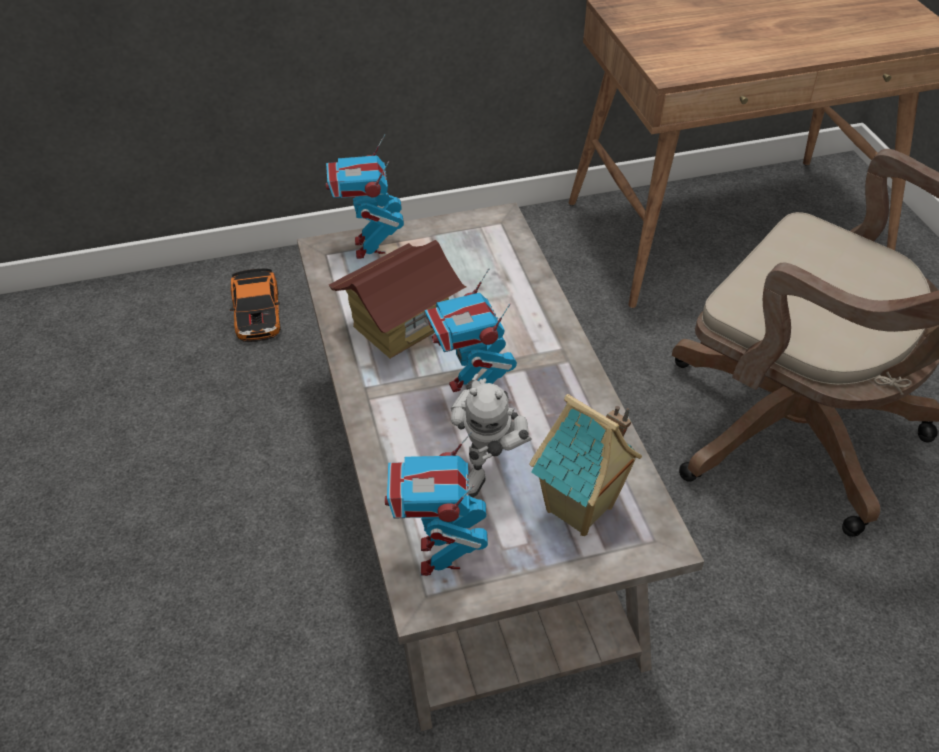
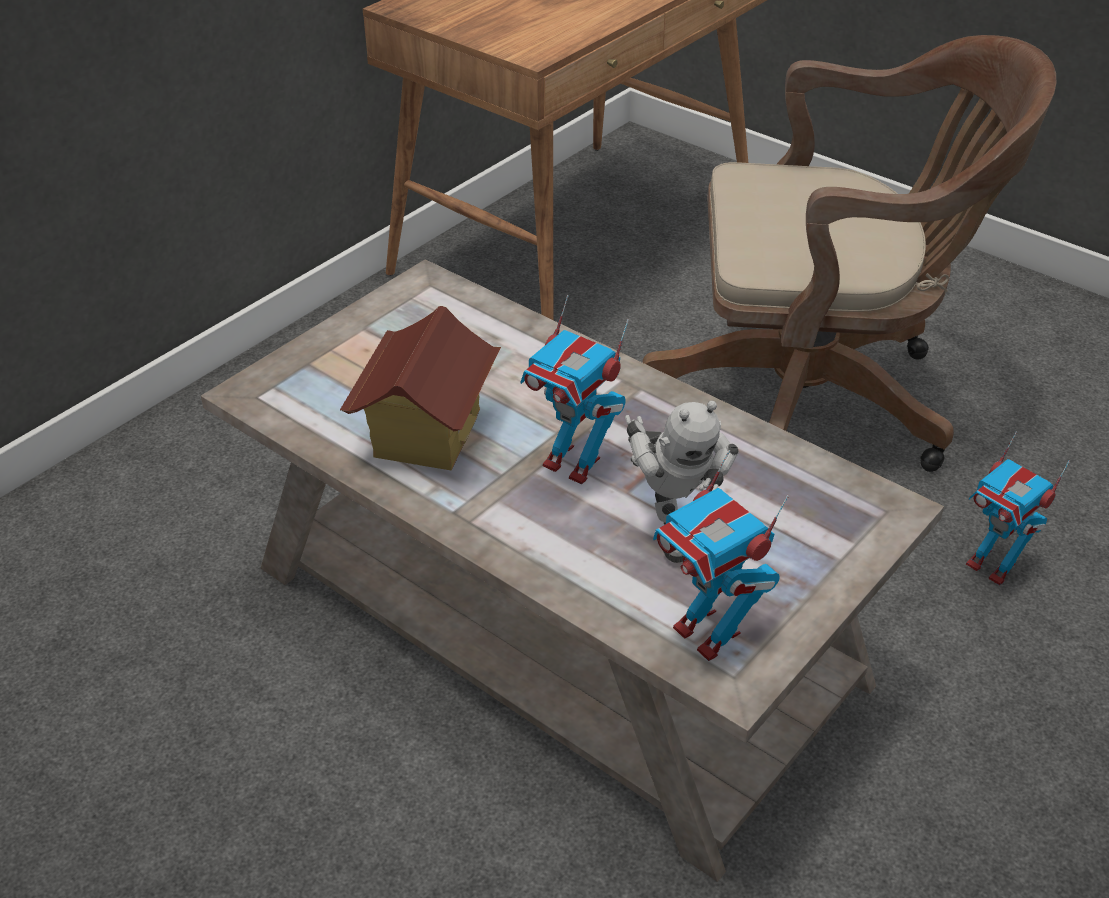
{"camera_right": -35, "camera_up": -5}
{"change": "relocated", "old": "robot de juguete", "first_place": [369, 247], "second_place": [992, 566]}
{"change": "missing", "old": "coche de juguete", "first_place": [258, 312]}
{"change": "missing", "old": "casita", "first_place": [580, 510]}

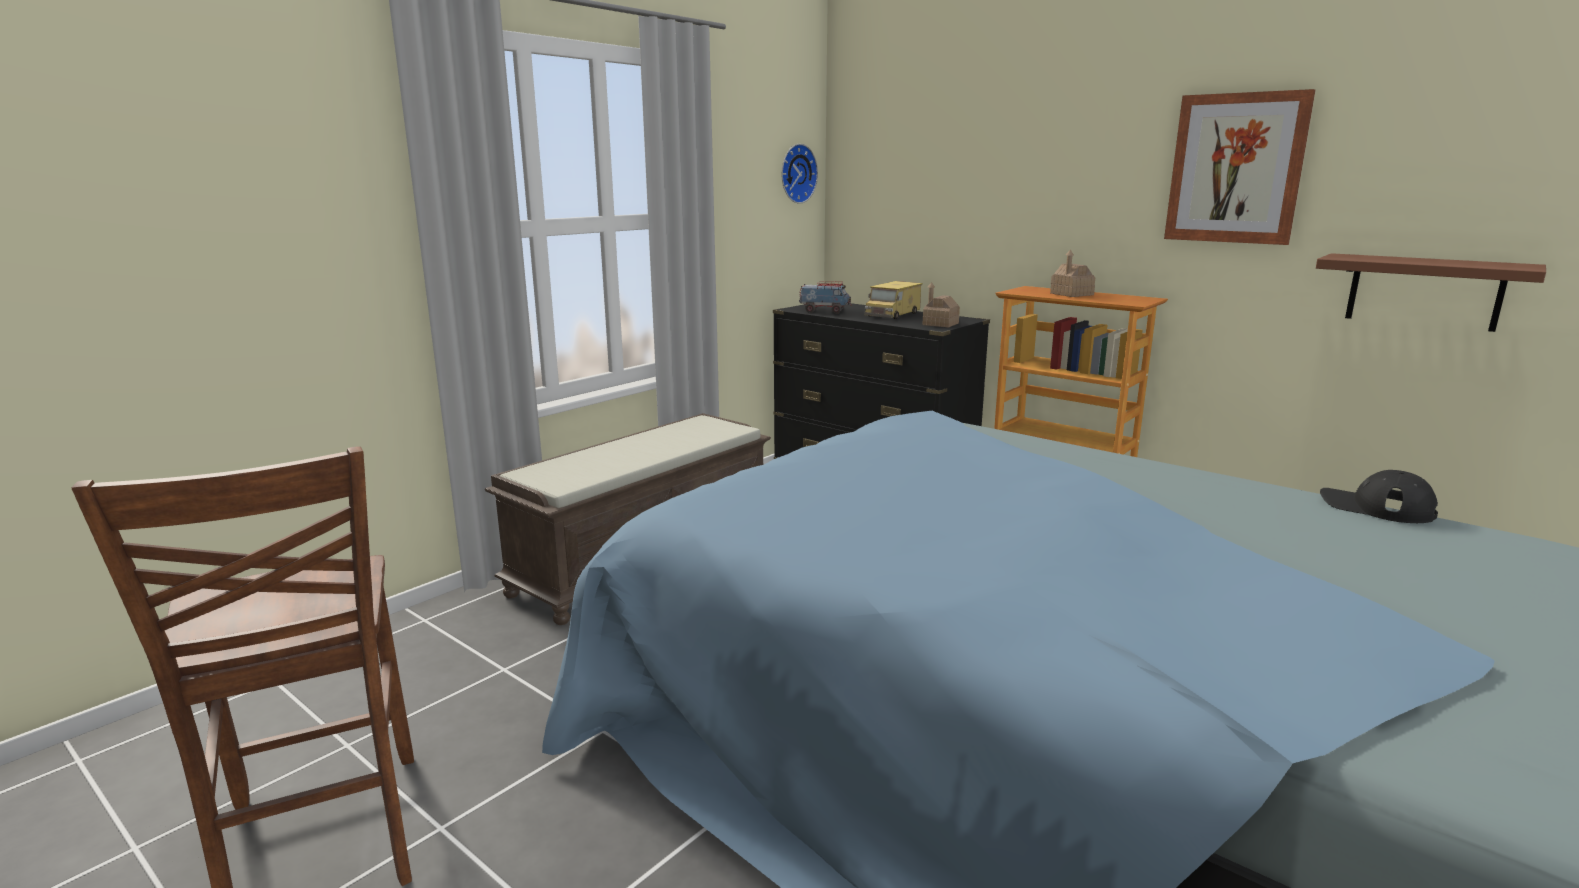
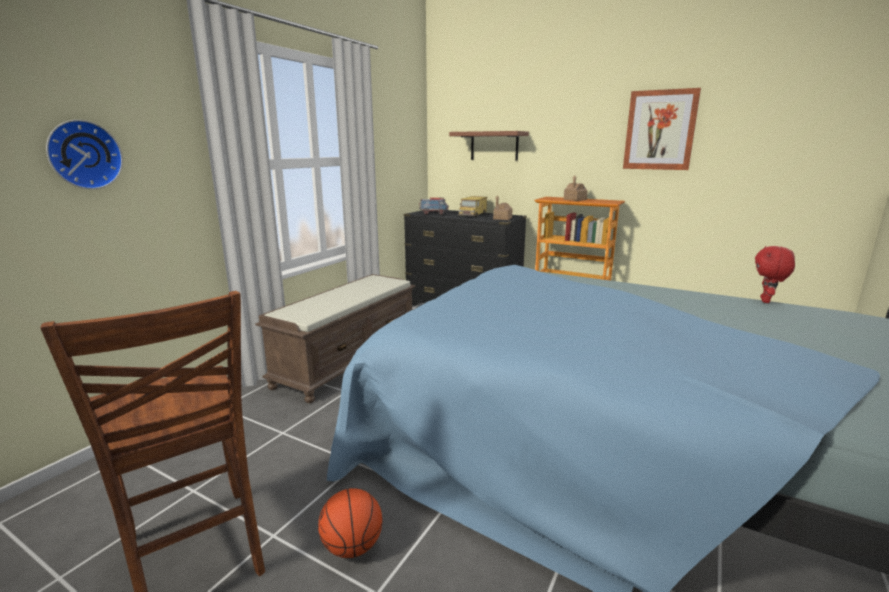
{"camera_right": -10, "camera_up": 0}
{"change": "relocated", "old": "reloj de pared", "first_place": [796, 173], "second_place": [83, 155]}
{"change": "relocated", "old": "estante [marrón]", "first_place": [1424, 291], "second_place": [494, 146]}
{"change": "exchanged", "old": "gorra [negro]", "new": "peluche [rojo]", "first_place": [1375, 507], "second_place": [766, 301]}
{"change": "appeared", "new": "balón de baloncesto", "second_place": [353, 546]}

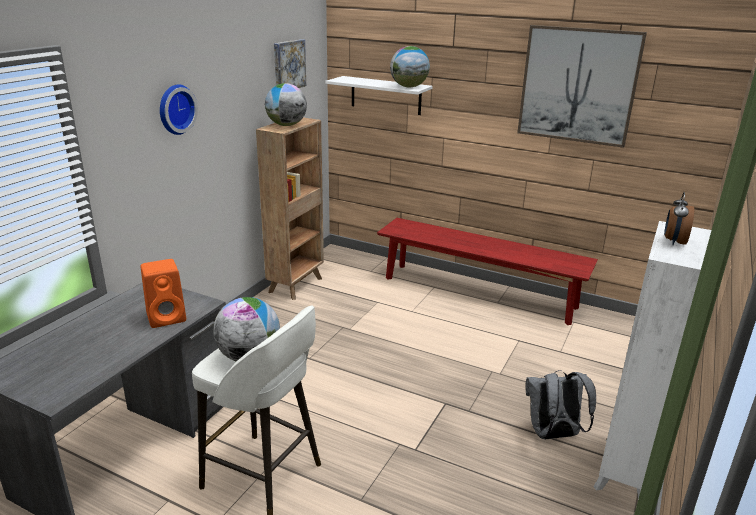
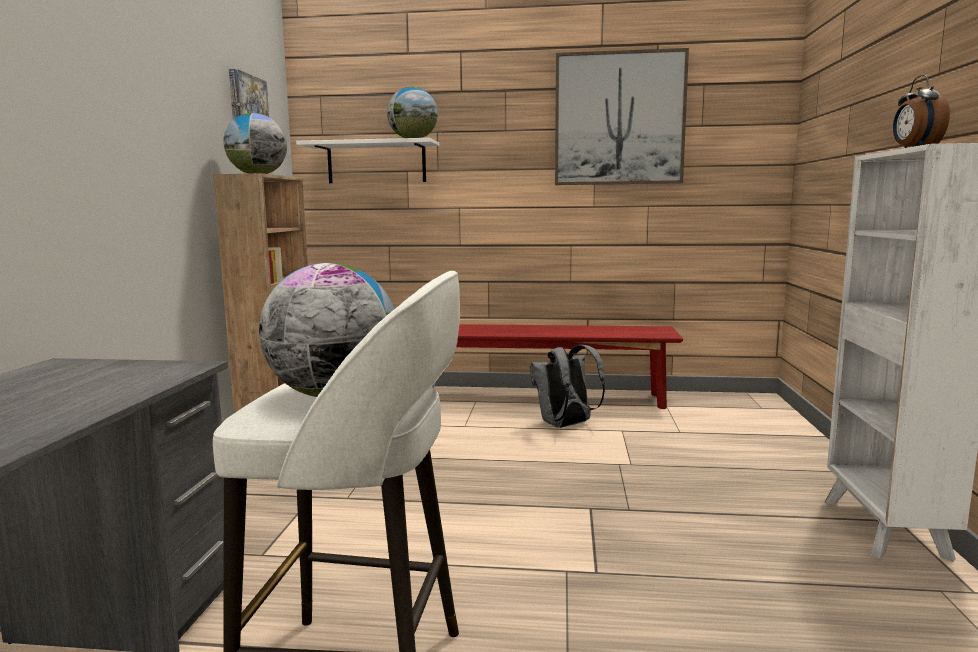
{"camera_right": -20, "camera_up": -15}
{"change": "missing", "old": "reloj de pared", "first_place": [175, 109]}
{"change": "missing", "old": "altavoz [naranja]", "first_place": [168, 317]}
{"change": "relocated", "old": "mochila [gris]", "first_place": [553, 435], "second_place": [565, 425]}

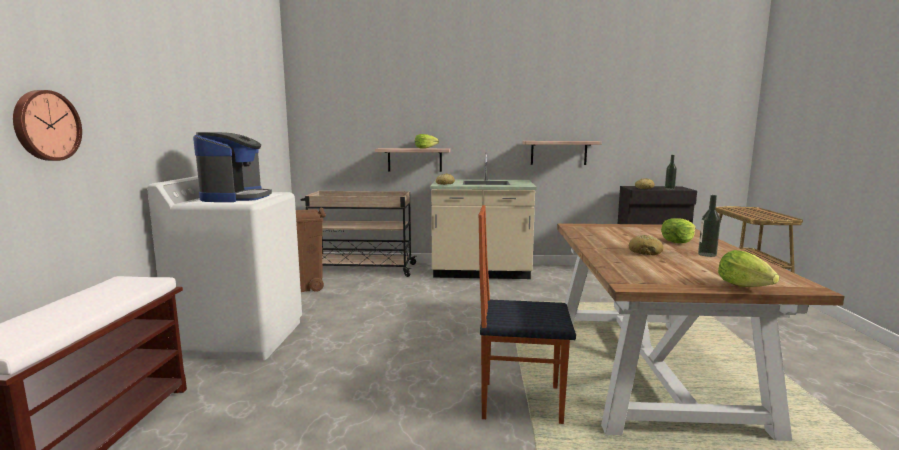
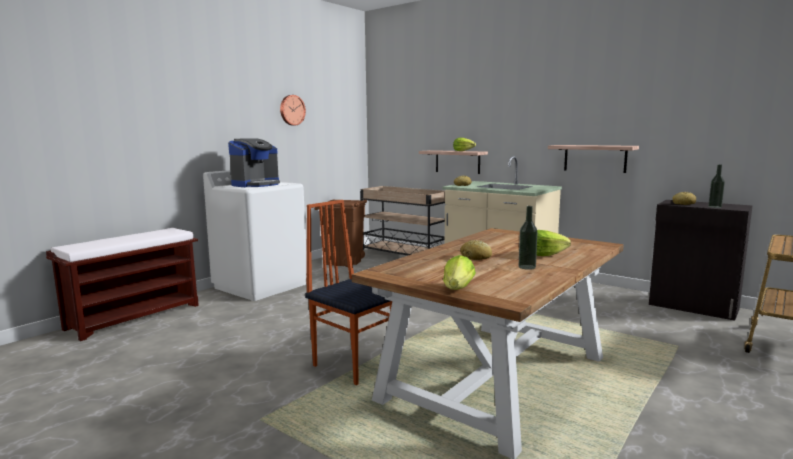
{"camera_right": 35, "camera_up": 0}
{"change": "relocated", "old": "reloj de pared", "first_place": [45, 125], "second_place": [291, 110]}

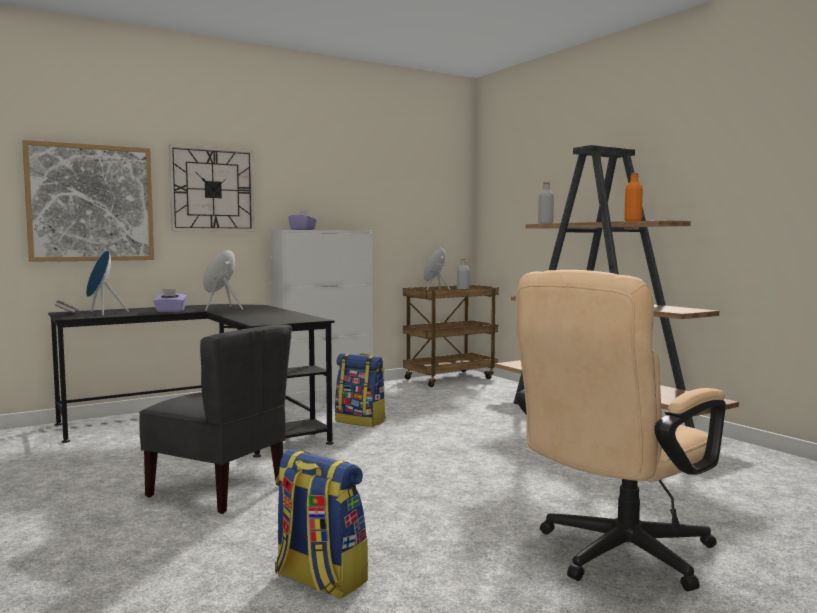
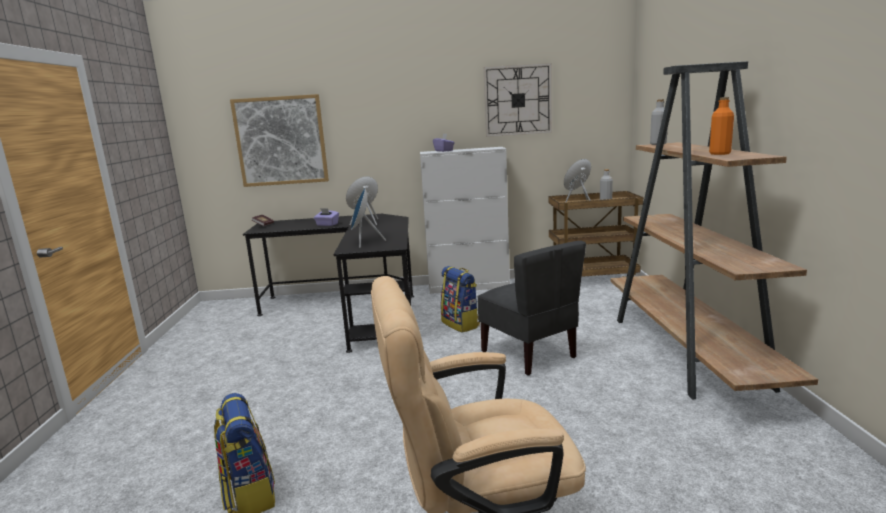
{"camera_right": 30, "camera_up": 10}
{"change": "relocated", "old": "reloj de pared", "first_place": [212, 189], "second_place": [518, 100]}
{"change": "relocated", "old": "altavoz [azul]", "first_place": [102, 313], "second_place": [364, 243]}
{"change": "relocated", "old": "silla [gris]", "first_place": [218, 490], "second_place": [529, 354]}

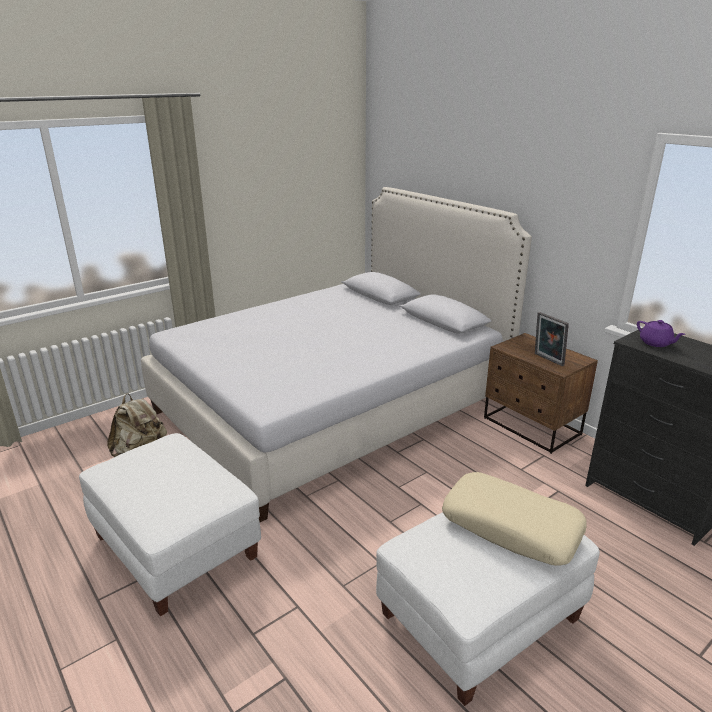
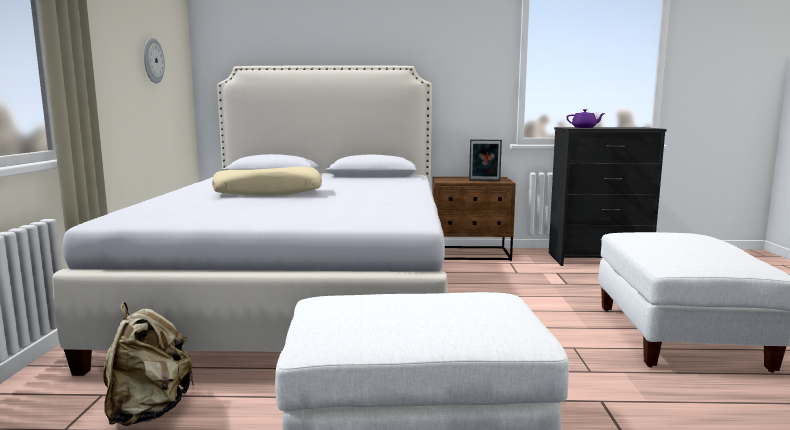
{"camera_right": -50, "camera_up": -15}
{"change": "relocated", "old": "cojín [beis]", "first_place": [511, 527], "second_place": [268, 192]}
{"change": "appeared", "new": "reloj de pared", "second_place": [152, 60]}

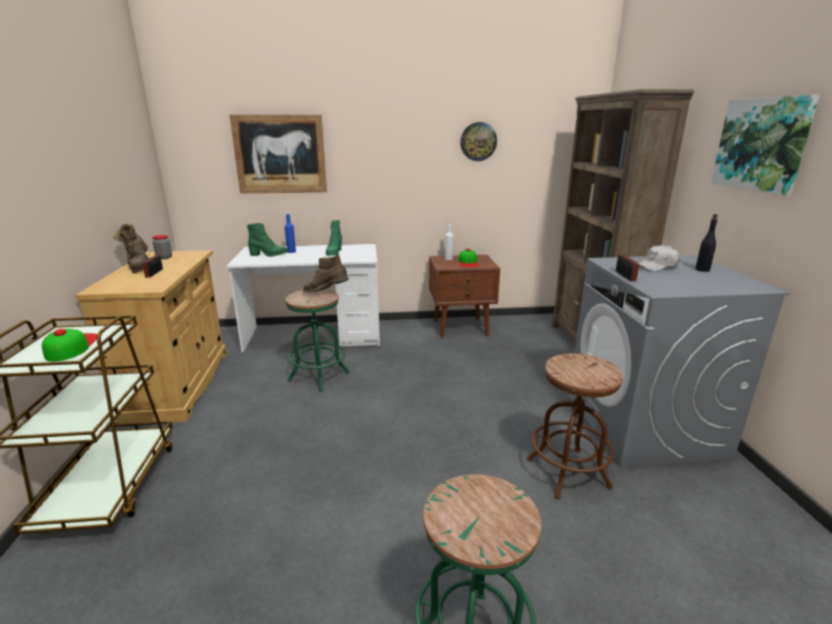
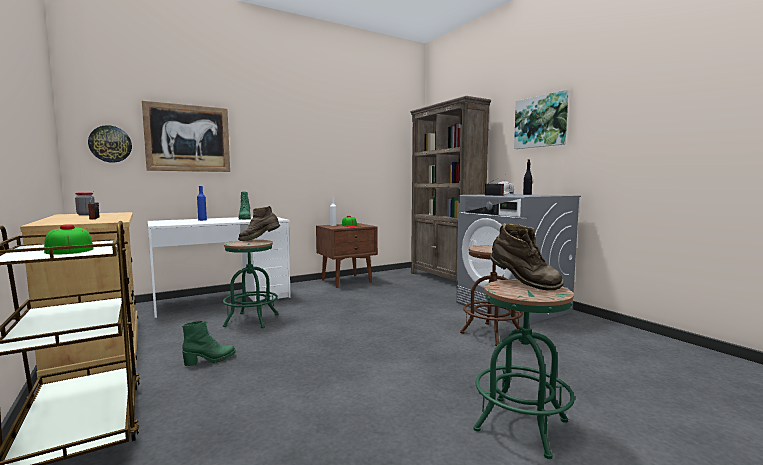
{"camera_right": -25, "camera_up": -15}
{"change": "relocated", "old": "reloj de pared", "first_place": [478, 141], "second_place": [110, 144]}
{"change": "relocated", "old": "bota [verde]", "first_place": [268, 255], "second_place": [210, 360]}
{"change": "relocated", "old": "bota [marrón]", "first_place": [139, 267], "second_place": [523, 284]}

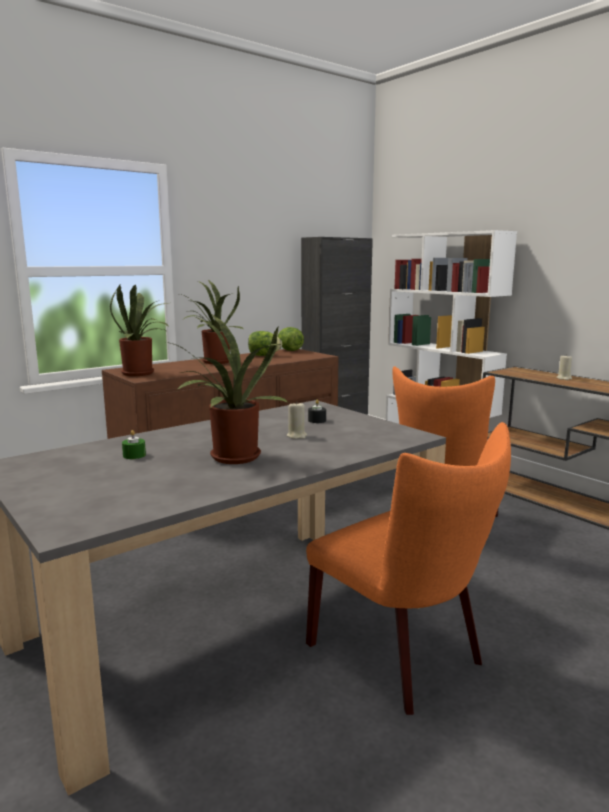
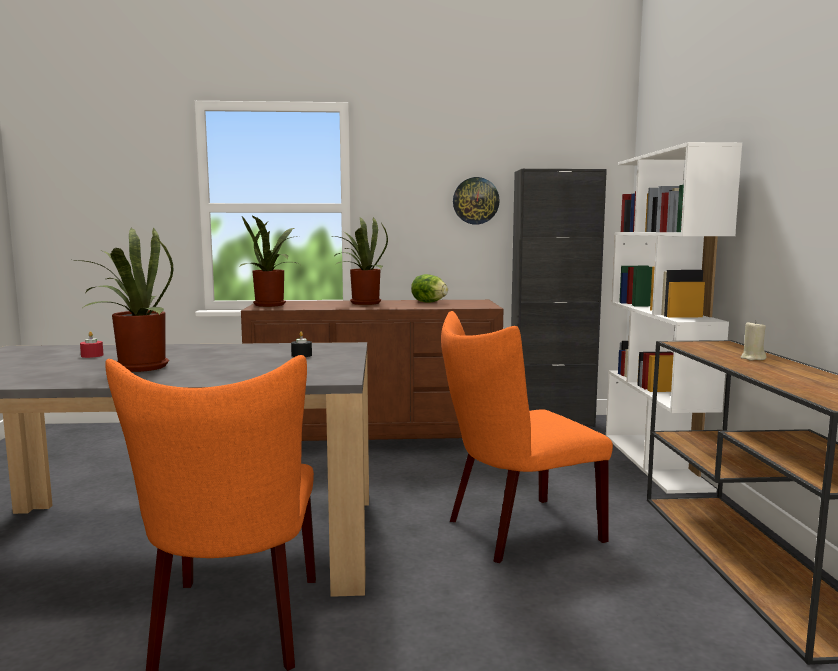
{"camera_right": 35, "camera_up": -5}
{"change": "missing", "old": "lechuga", "first_place": [289, 350]}
{"change": "missing", "old": "vela [beis]", "first_place": [297, 436]}
{"change": "colour", "old": "vela [verde]", "new": "vela [rojo]", "first_place": [134, 455], "second_place": [92, 355]}
{"change": "appeared", "new": "reloj de pared", "second_place": [475, 201]}

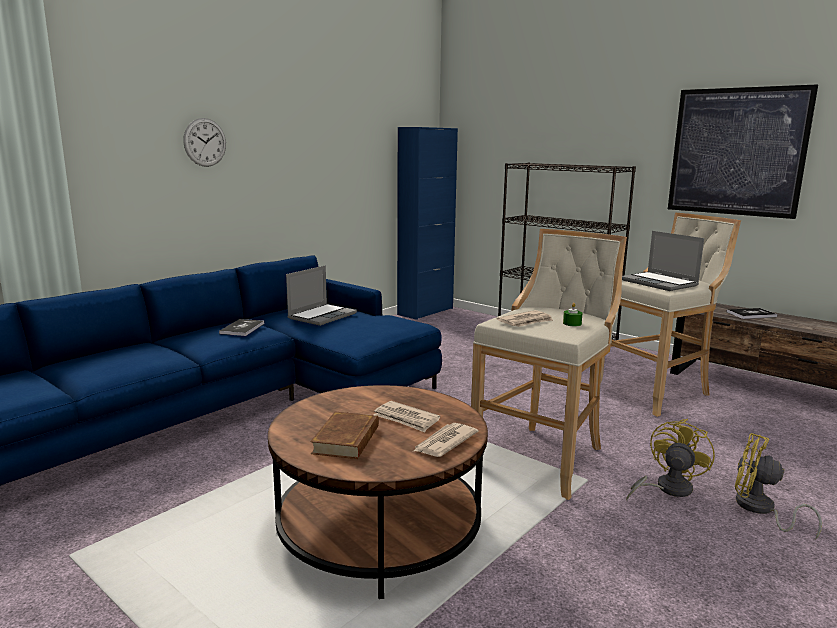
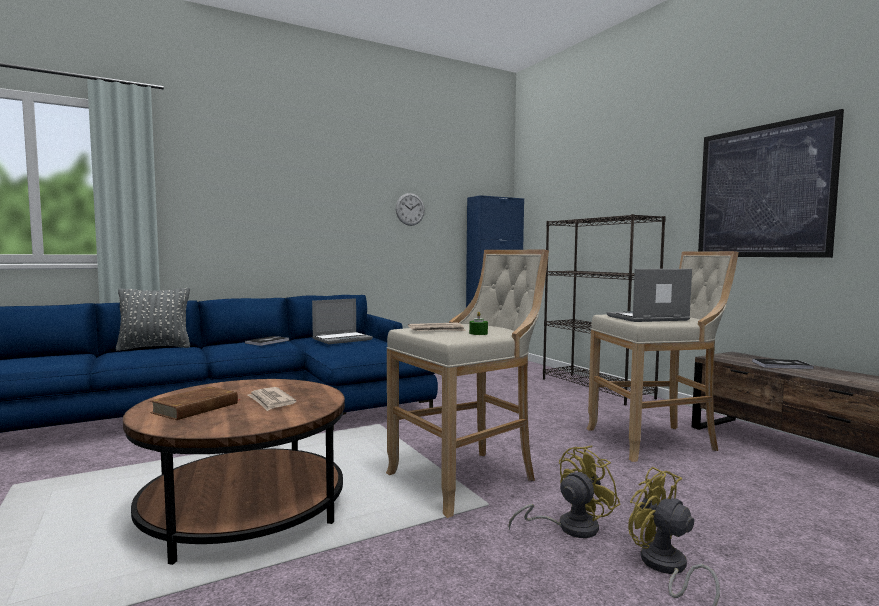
{"camera_right": 20, "camera_up": -10}
{"change": "relocated", "old": "reloj de pared", "first_place": [205, 142], "second_place": [410, 209]}
{"change": "spun", "old": "portátil", "first_place": [660, 283], "second_place": [647, 318], "degrees": 90}
{"change": "missing", "old": "periódico", "first_place": [444, 442]}
{"change": "appeared", "new": "cojín [gris]", "second_place": [155, 347]}

